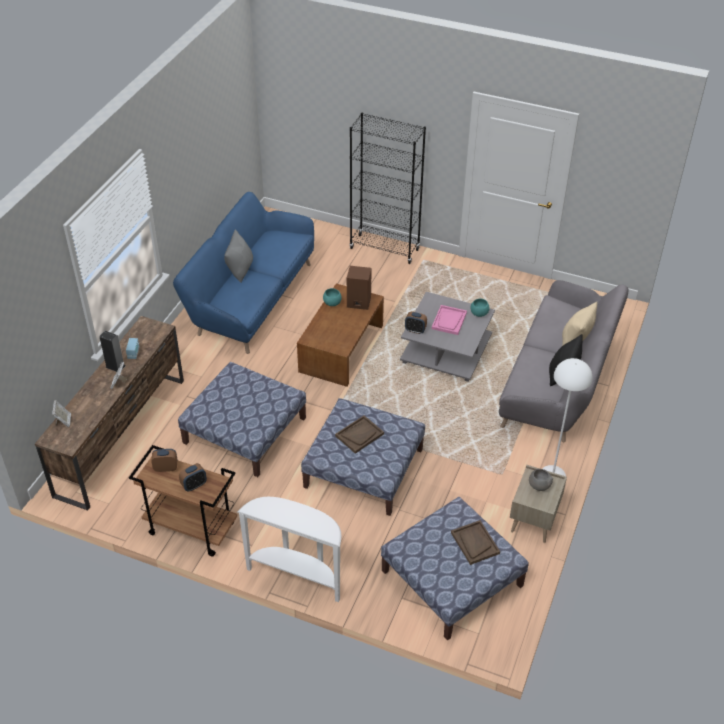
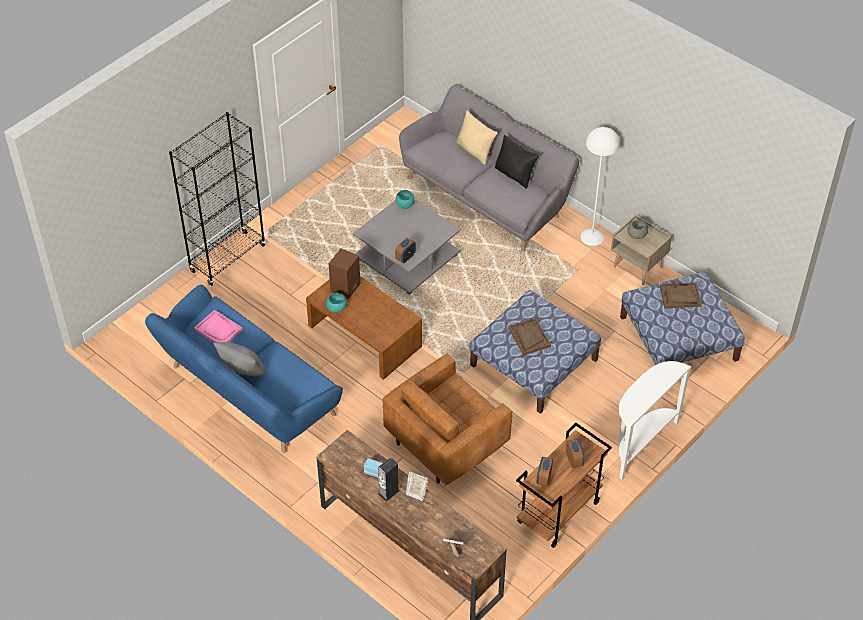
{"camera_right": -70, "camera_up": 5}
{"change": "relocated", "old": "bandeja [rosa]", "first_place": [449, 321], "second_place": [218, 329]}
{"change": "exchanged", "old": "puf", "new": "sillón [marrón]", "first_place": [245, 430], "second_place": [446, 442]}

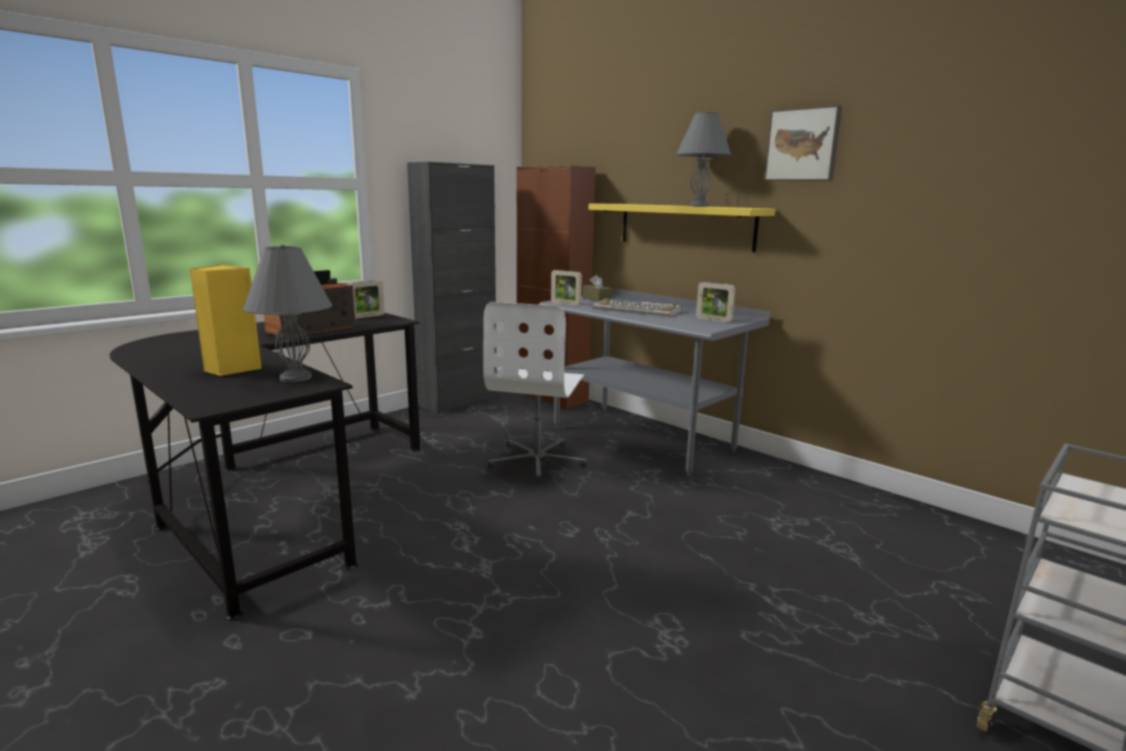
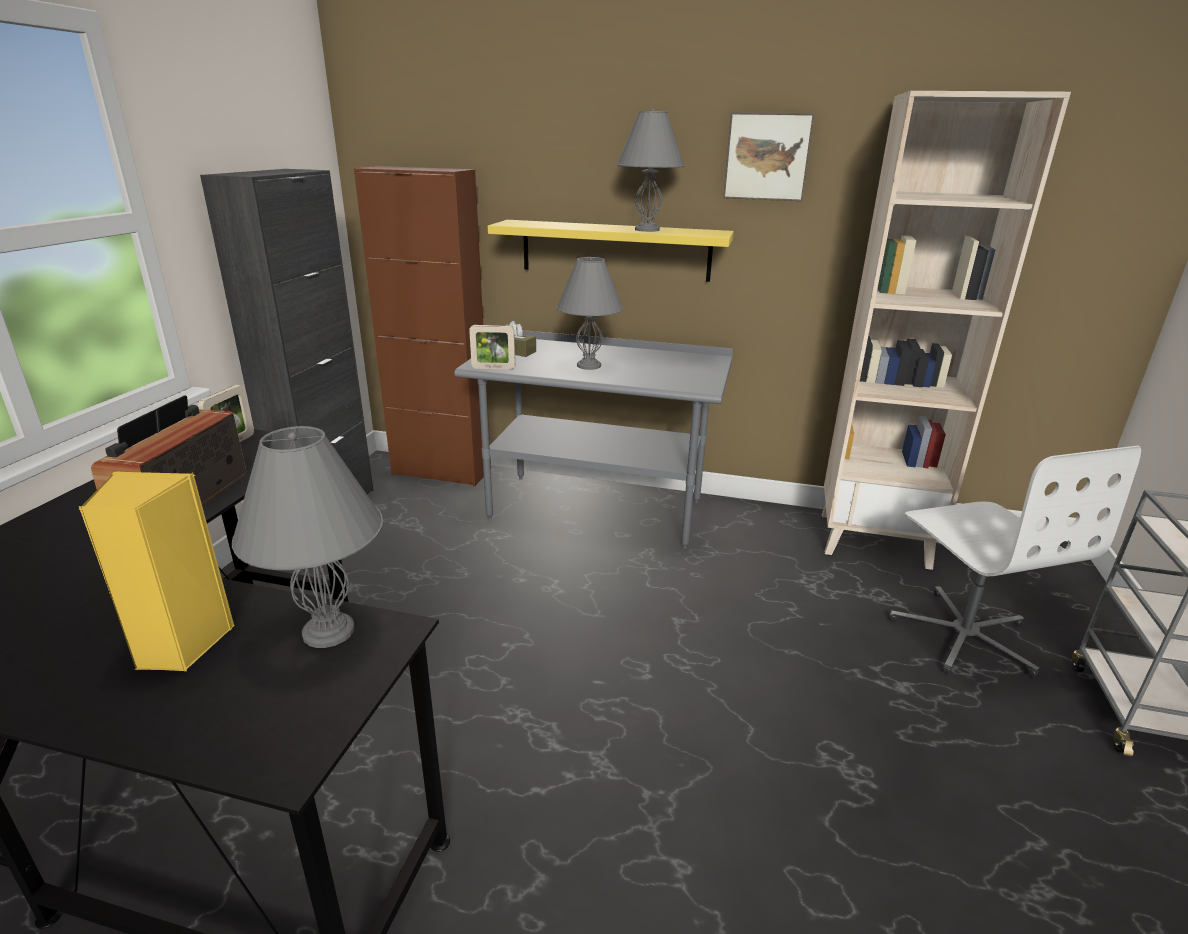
{"camera_right": -30, "camera_up": 10}
{"change": "missing", "old": "portarretratos", "first_place": [713, 320]}
{"change": "exchanged", "old": "teclado", "new": "lámpara de mesa [gris]", "first_place": [637, 310], "second_place": [589, 365]}
{"change": "relocated", "old": "silla de oficina [blanco]", "first_place": [538, 461], "second_place": [963, 635]}
{"change": "appeared", "new": "estantería [beis]", "second_place": [874, 539]}

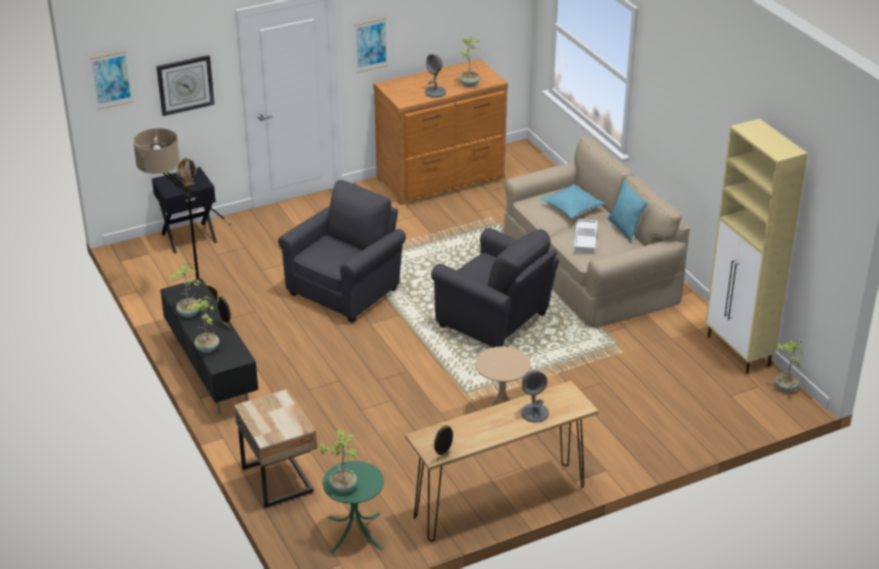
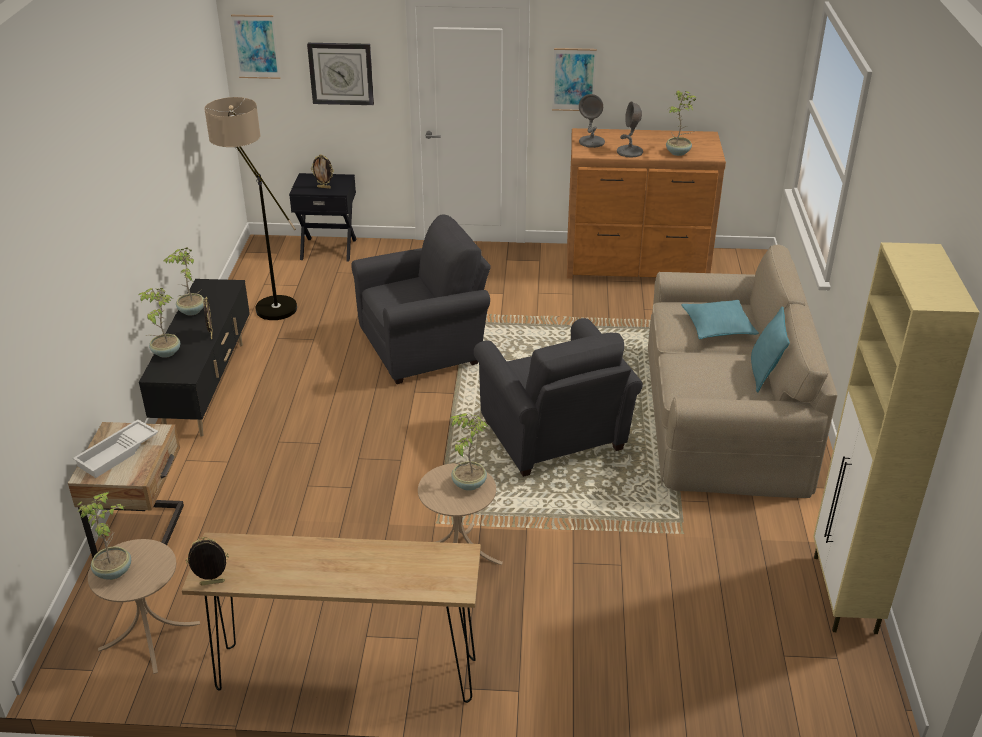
{"camera_right": 30, "camera_up": 0}
{"change": "relocated", "old": "bandeja [blanco]", "first_place": [586, 239], "second_place": [118, 453]}
{"change": "relocated", "old": "planta en maceta", "first_place": [785, 388], "second_place": [468, 484]}
{"change": "relocated", "old": "lámpara de mesa [gris]", "first_place": [535, 413], "second_place": [592, 142]}
{"change": "colour", "old": "mesa auxiliar [verde]", "new": "mesa auxiliar [beis]", "first_place": [355, 532], "second_place": [149, 636]}

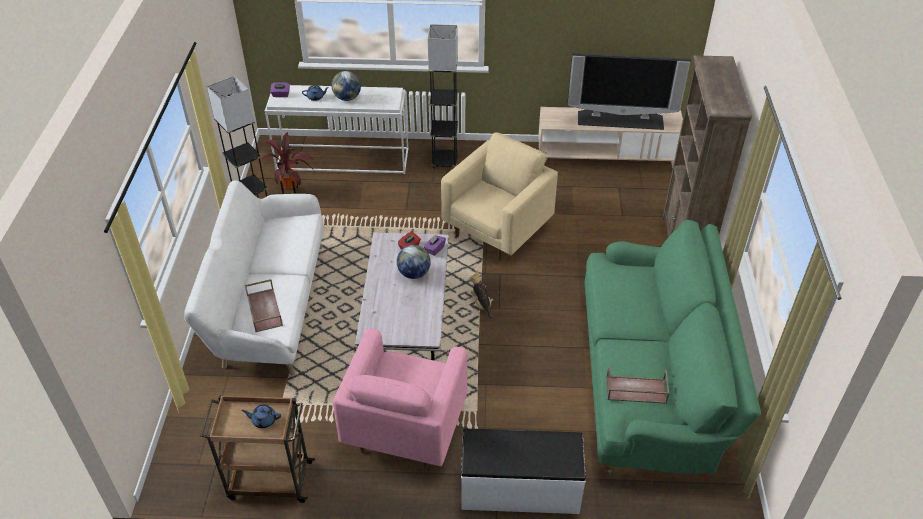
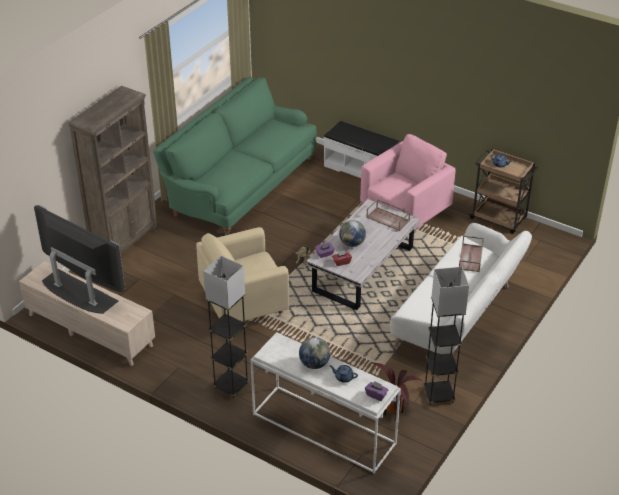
{"camera_right": -150, "camera_up": -5}
{"change": "relocated", "old": "bandeja [marrón]", "first_place": [635, 390], "second_place": [388, 219]}

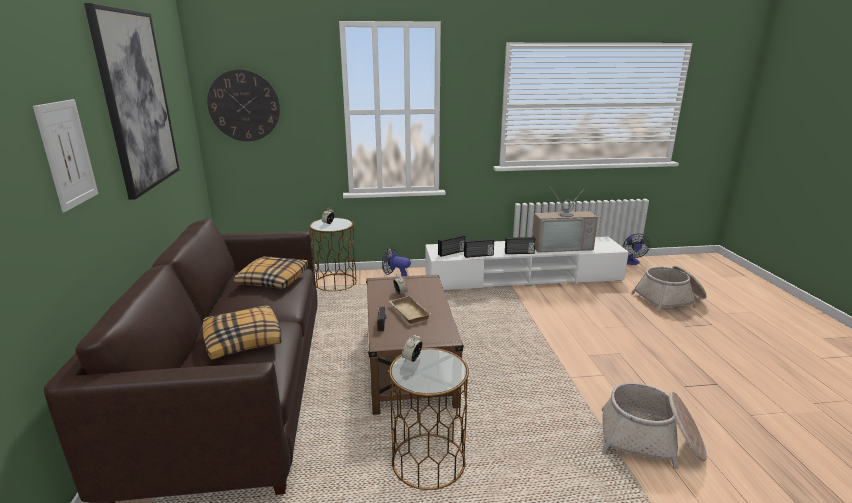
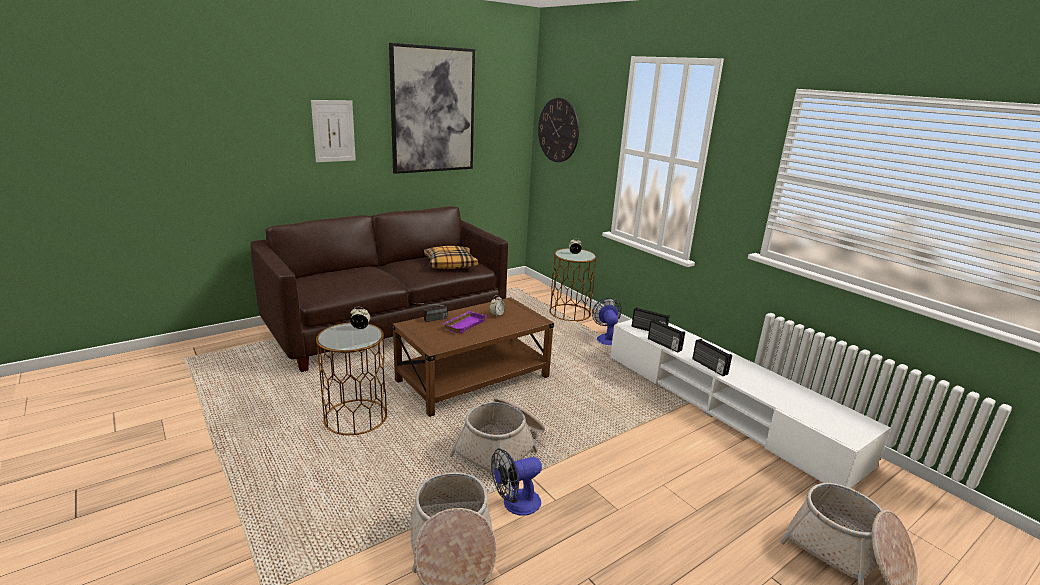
{"camera_right": 60, "camera_up": 0}
{"change": "missing", "old": "televisor", "first_place": [561, 246]}
{"change": "relocated", "old": "ventilador", "first_place": [630, 262], "second_place": [515, 504]}
{"change": "colour", "old": "bandeja [beis]", "new": "bandeja [morado]", "first_place": [408, 312], "second_place": [464, 324]}
{"change": "missing", "old": "cojín", "first_place": [244, 340]}
{"change": "appeared", "new": "cesta", "second_place": [501, 448]}

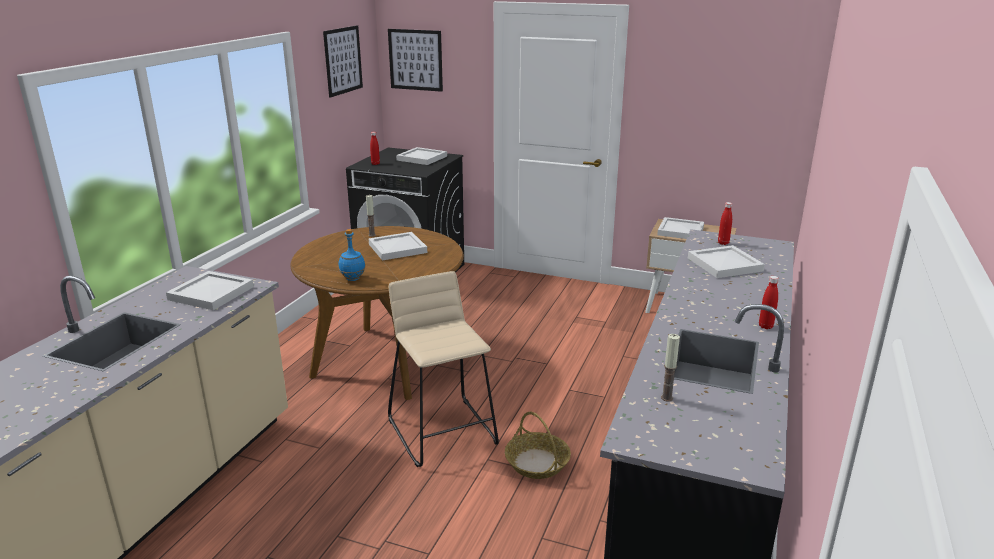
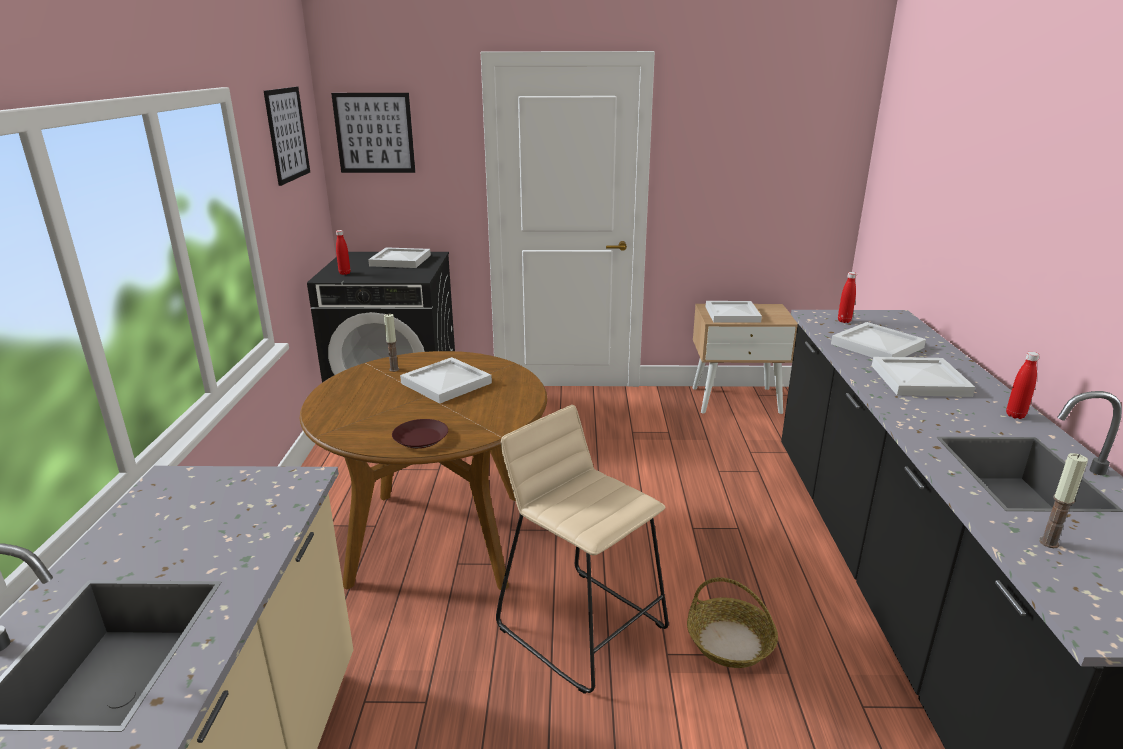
{"camera_right": -20, "camera_up": 0}
{"change": "exchanged", "old": "botella [azul]", "new": "plato [marrón]", "first_place": [353, 279], "second_place": [421, 438]}
{"change": "relocated", "old": "bandeja [blanco]", "first_place": [211, 294], "second_place": [921, 381]}

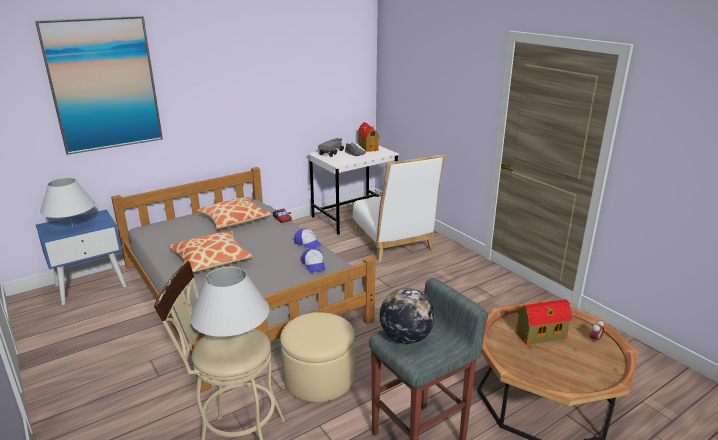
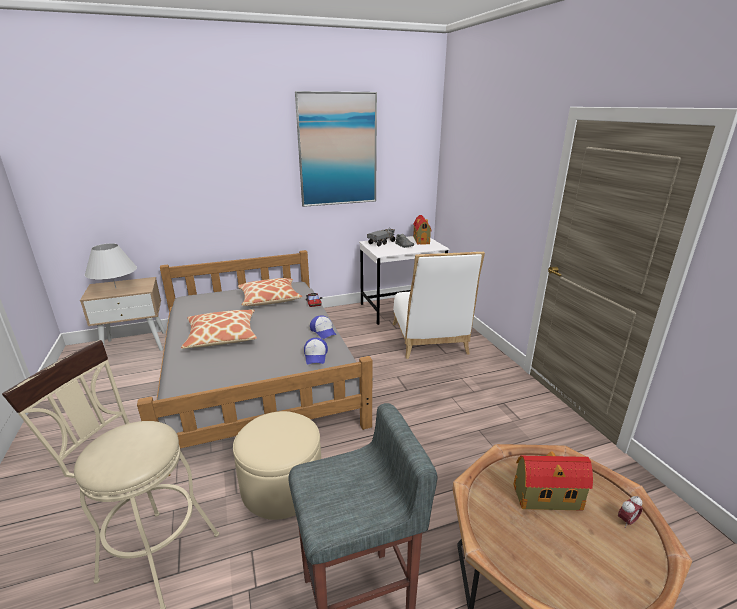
{"camera_right": 15, "camera_up": 0}
{"change": "relocated", "old": "cuadro", "first_place": [104, 85], "second_place": [338, 150]}
{"change": "colour", "old": "mesita de noche [azul]", "new": "mesita de noche [beis]", "first_place": [91, 285], "second_place": [135, 345]}
{"change": "missing", "old": "lámpara de mesa [blanco]", "first_place": [233, 339]}
{"change": "missing", "old": "globo terráqueo", "first_place": [405, 338]}

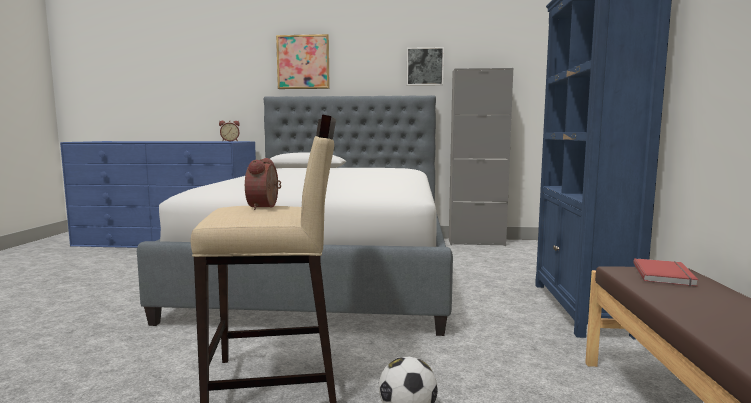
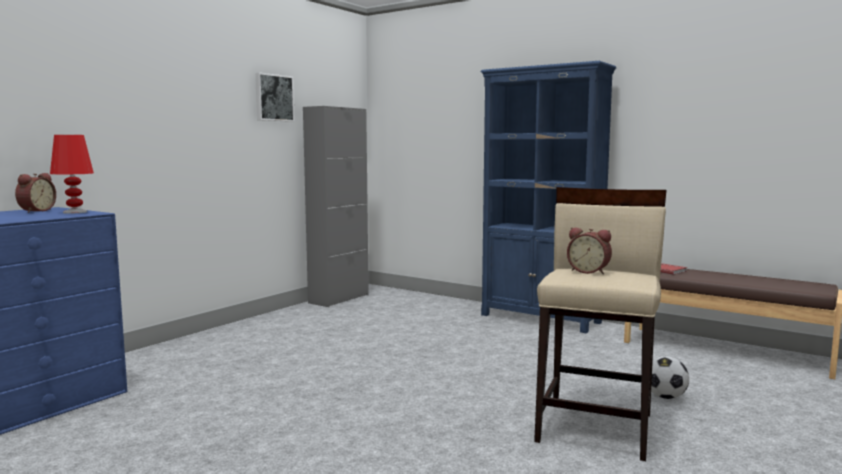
{"camera_right": -60, "camera_up": 0}
{"change": "missing", "old": "cuadro", "first_place": [303, 62]}
{"change": "missing", "old": "cama", "first_place": [330, 269]}
{"change": "appeared", "new": "lámpara de mesa [rojo]", "second_place": [75, 212]}

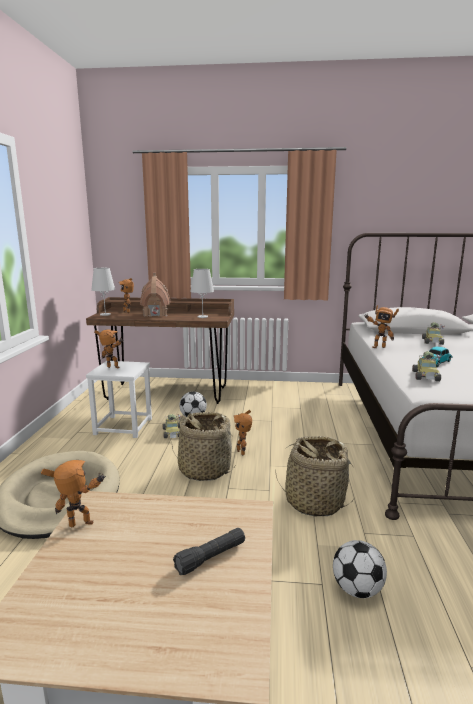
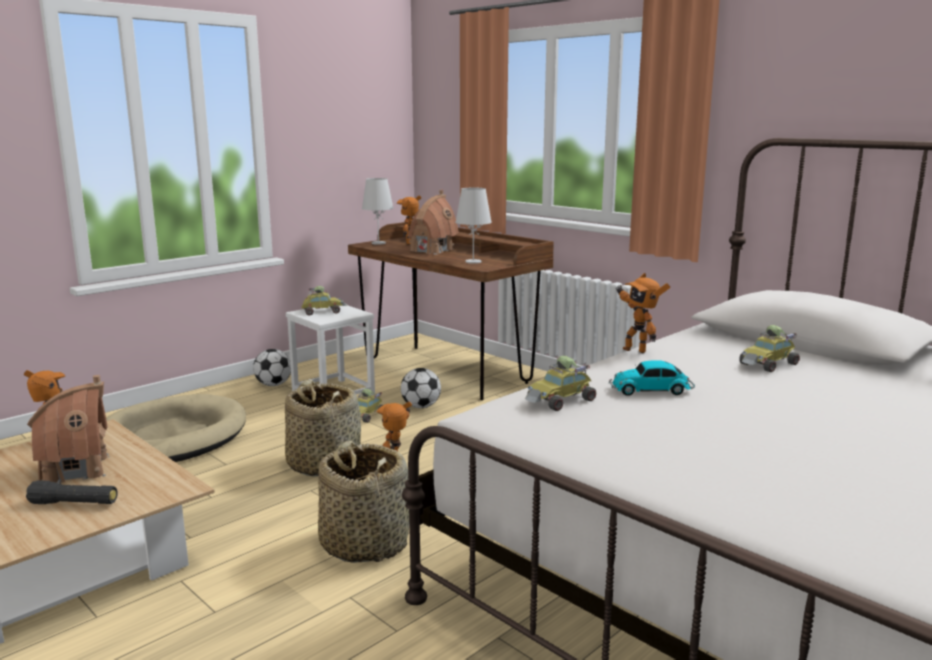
{"camera_right": 40, "camera_up": 0}
{"change": "exchanged", "old": "robot de juguete", "new": "coche de juguete", "first_place": [112, 368], "second_place": [322, 311]}
{"change": "relocated", "old": "balón de fútbol", "first_place": [357, 589], "second_place": [273, 385]}
{"change": "appeared", "new": "casita", "second_place": [77, 469]}

